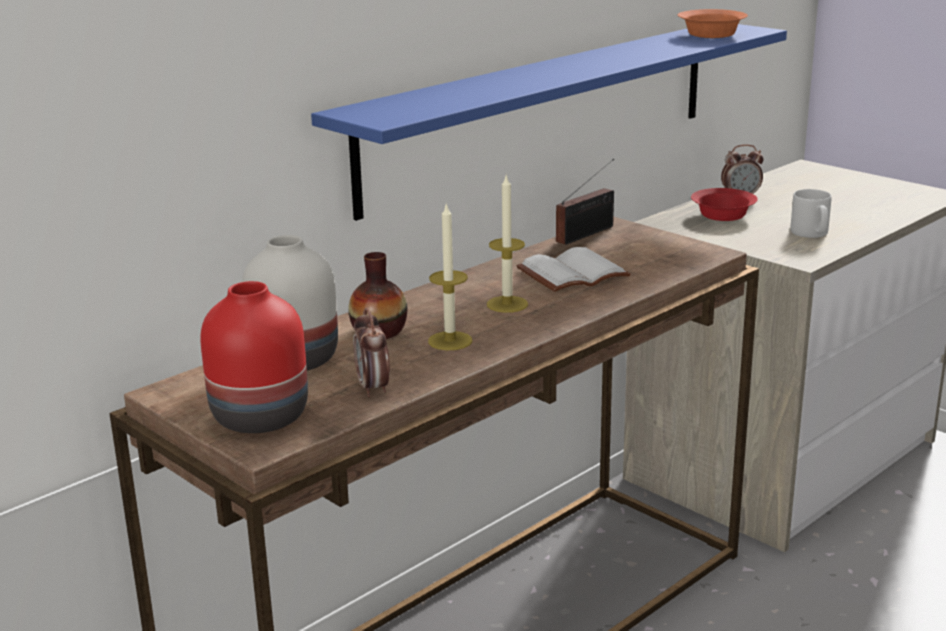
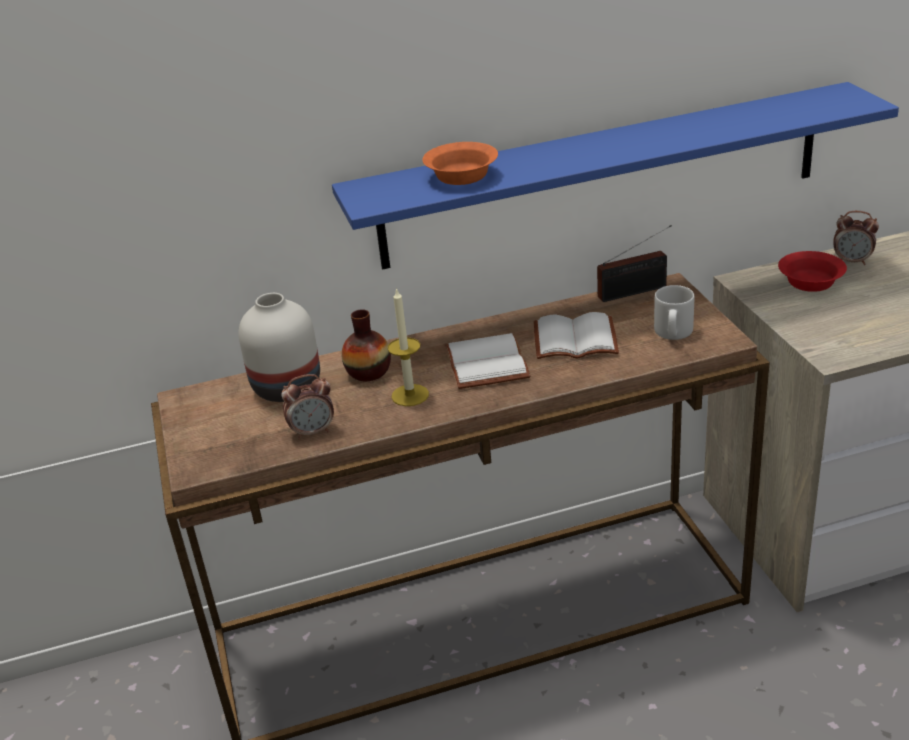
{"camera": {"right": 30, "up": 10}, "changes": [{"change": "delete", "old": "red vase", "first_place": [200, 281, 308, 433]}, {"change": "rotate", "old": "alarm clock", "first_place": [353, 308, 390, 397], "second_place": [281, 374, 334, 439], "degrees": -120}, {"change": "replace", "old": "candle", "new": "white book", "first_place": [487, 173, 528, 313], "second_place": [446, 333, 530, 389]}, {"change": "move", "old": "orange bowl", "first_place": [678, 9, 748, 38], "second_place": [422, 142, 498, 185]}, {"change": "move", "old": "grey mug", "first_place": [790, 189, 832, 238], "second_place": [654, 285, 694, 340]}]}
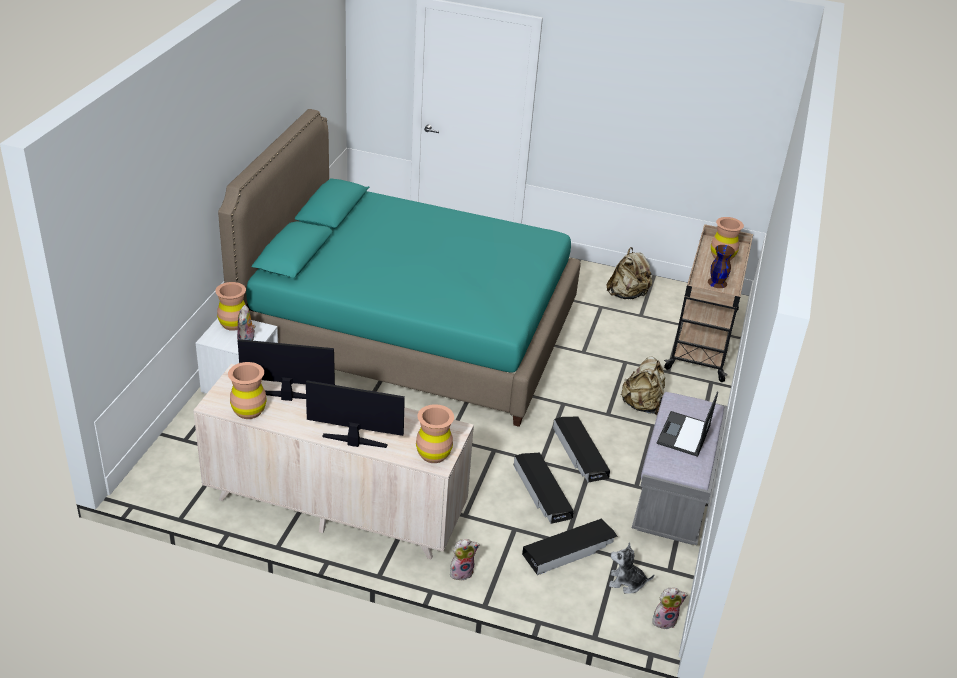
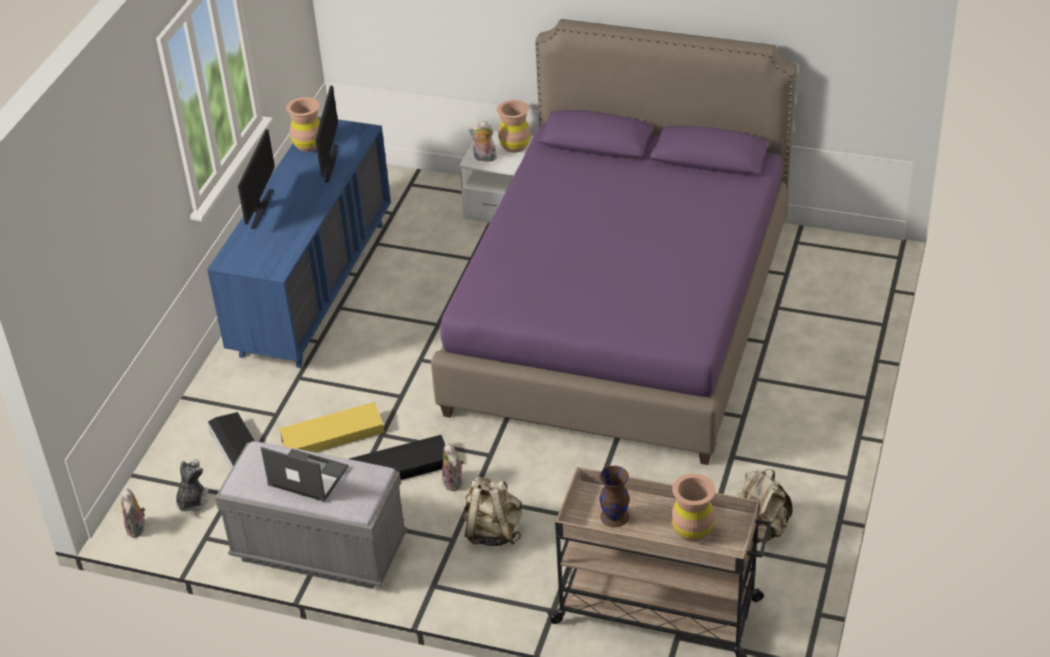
{"camera": {"right": 95, "up": 5}, "changes": [{"change": "recolor", "old": "beige dresser", "new": "blue dresser", "first_place": [193, 364, 474, 559], "second_place": [207, 117, 391, 368]}, {"change": "recolor", "old": "turquoise bed", "new": "purple bed", "first_place": [218, 109, 581, 427], "second_place": [431, 19, 797, 465]}, {"change": "delete", "old": "brown vase", "first_place": [416, 404, 454, 463]}, {"change": "move", "old": "plush toy", "first_place": [450, 539, 480, 580], "second_place": [442, 443, 464, 491]}, {"change": "recolor", "old": "black storage box", "new": "yellow storage box", "first_place": [514, 453, 574, 524], "second_place": [279, 402, 384, 453]}]}
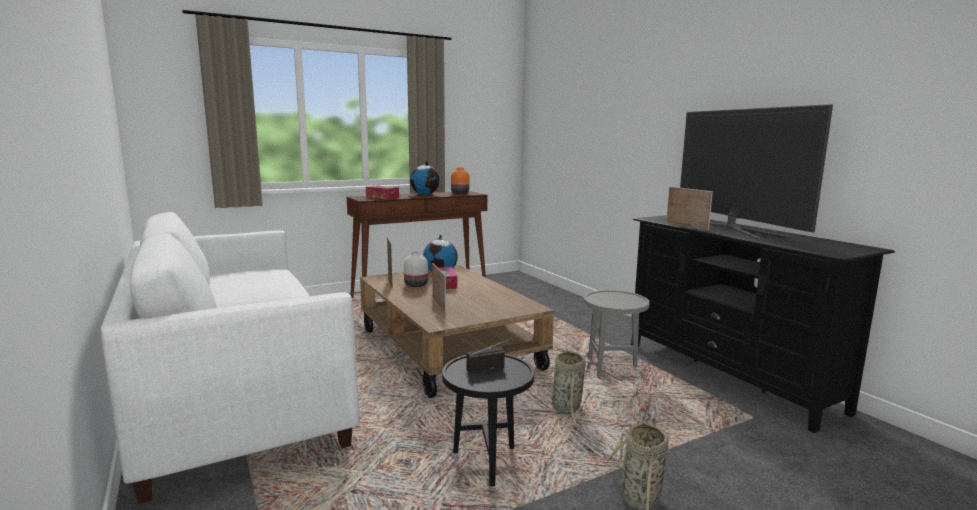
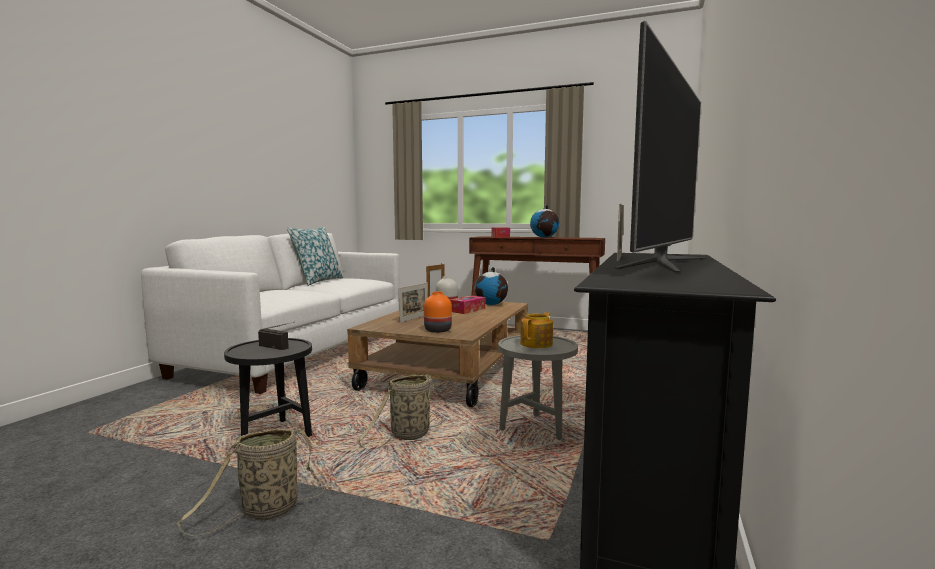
{"camera": {"right": 50, "up": -5}, "changes": [{"change": "move", "old": "orange vase", "first_place": [451, 167, 469, 194], "second_place": [424, 291, 452, 333]}, {"change": "insert", "new": "pillow", "second_place": [287, 226, 343, 286]}, {"change": "insert", "new": "teapot", "second_place": [520, 312, 553, 348]}]}
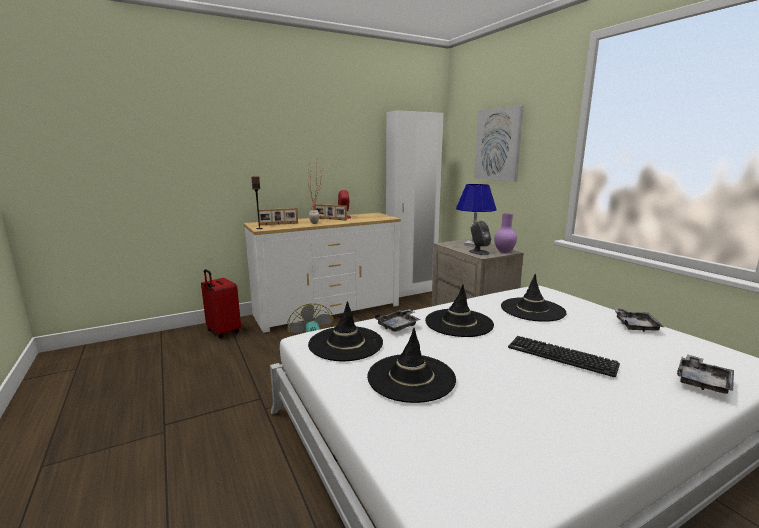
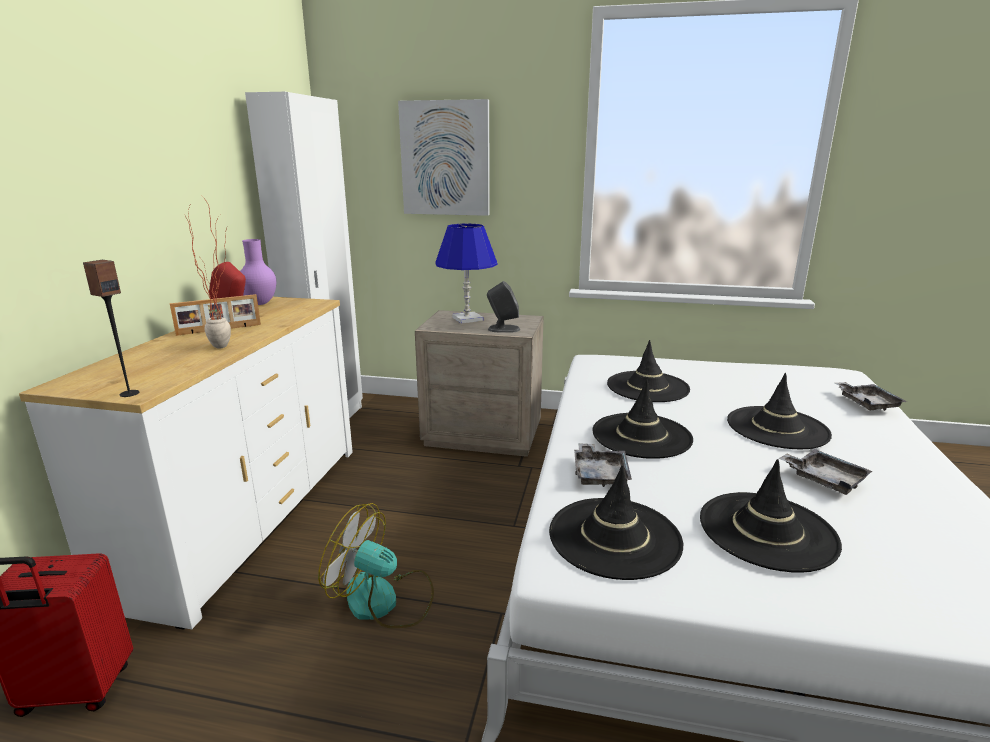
{"camera": {"right": -50, "up": 5}, "changes": [{"change": "delete", "old": "picture frame", "first_place": [257, 208, 298, 225]}, {"change": "move", "old": "purple vase", "first_place": [494, 213, 517, 253], "second_place": [240, 239, 276, 305]}, {"change": "replace", "old": "keyboard", "new": "black hat", "first_place": [508, 336, 620, 377], "second_place": [727, 373, 832, 449]}, {"change": "move", "old": "grey tray", "first_place": [615, 308, 664, 332], "second_place": [778, 449, 872, 495]}]}
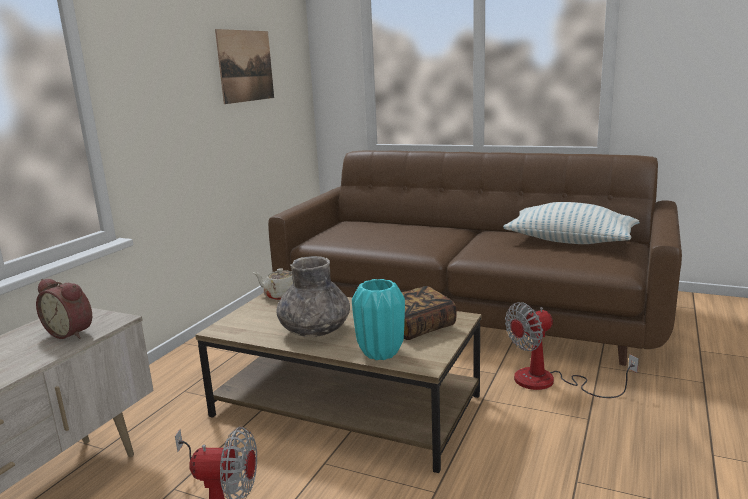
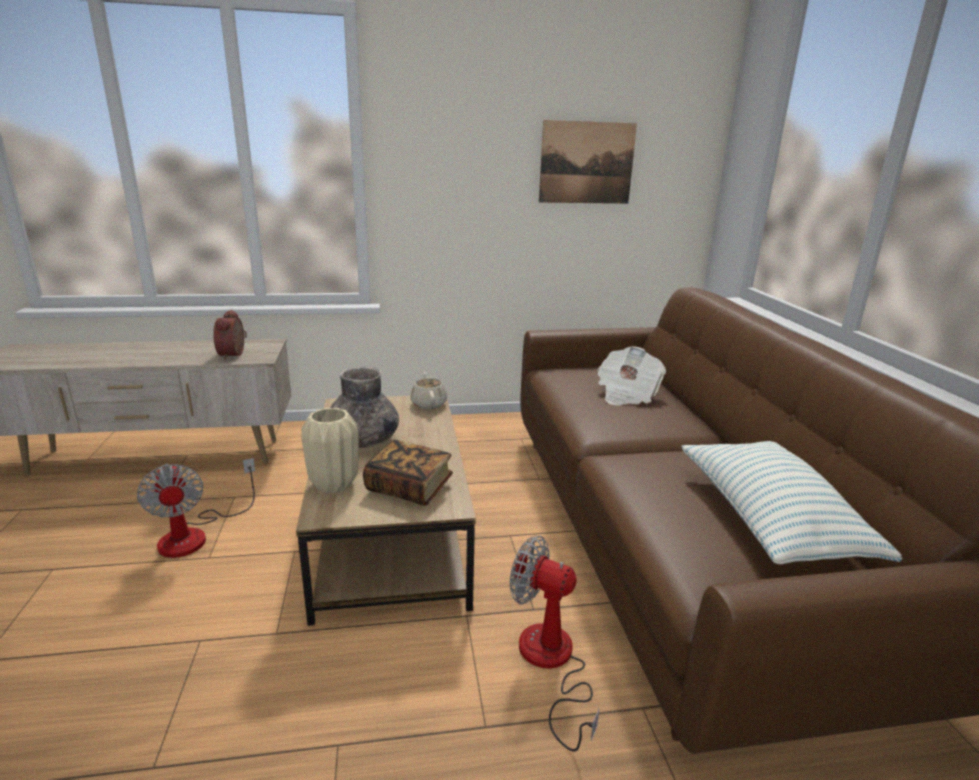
{"camera": {"right": 55, "up": 5}, "changes": [{"change": "recolor", "old": "turquoise vase", "new": "beige vase", "first_place": [352, 279, 405, 360], "second_place": [301, 408, 359, 493]}, {"change": "insert", "new": "newspaper", "second_place": [597, 346, 666, 405]}]}
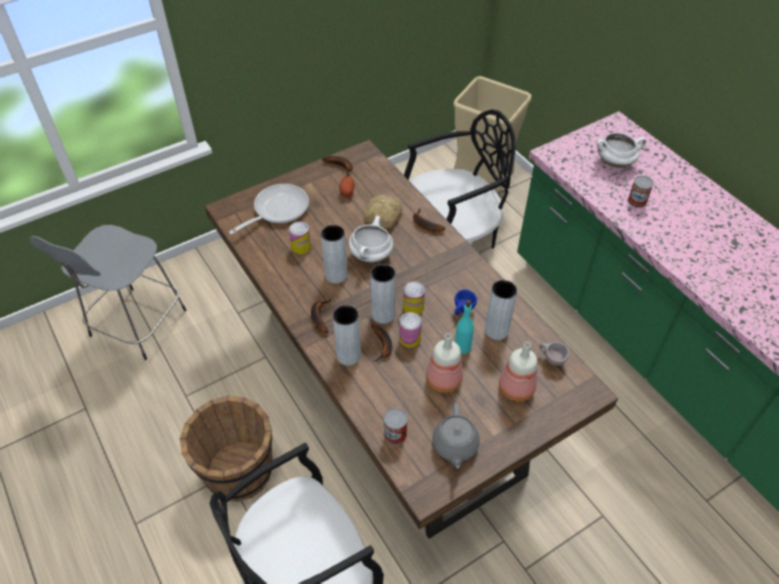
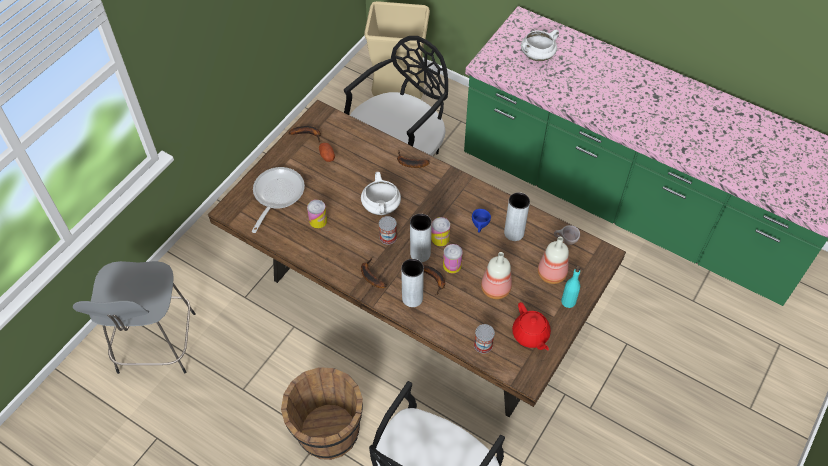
{"camera": {"right": -25, "up": 5}, "changes": [{"change": "delete", "old": "grey vase", "first_place": [321, 225, 348, 284]}, {"change": "delete", "old": "bread", "first_place": [363, 194, 403, 228]}, {"change": "recolor", "old": "grey teapot", "new": "red teapot", "first_place": [432, 403, 480, 468], "second_place": [512, 302, 551, 350]}, {"change": "move", "old": "turquoise bottle", "first_place": [455, 300, 474, 354], "second_place": [561, 266, 580, 308]}, {"change": "move", "old": "can", "first_place": [628, 176, 654, 208], "second_place": [379, 216, 397, 245]}]}
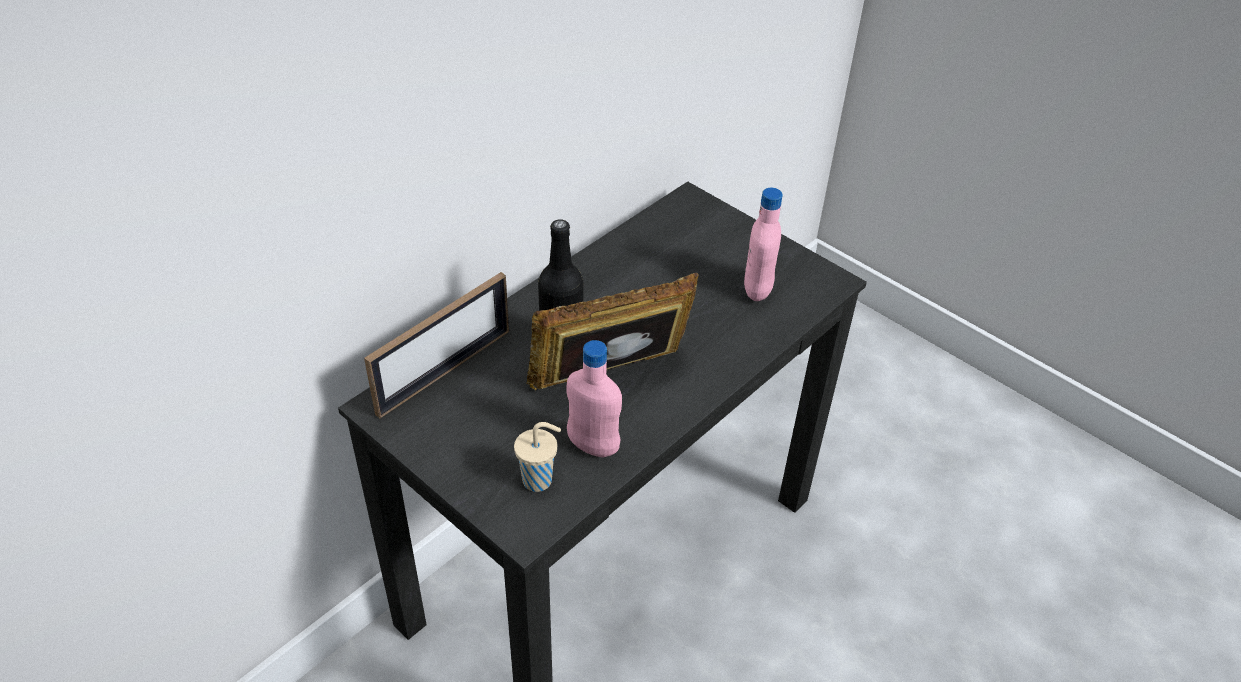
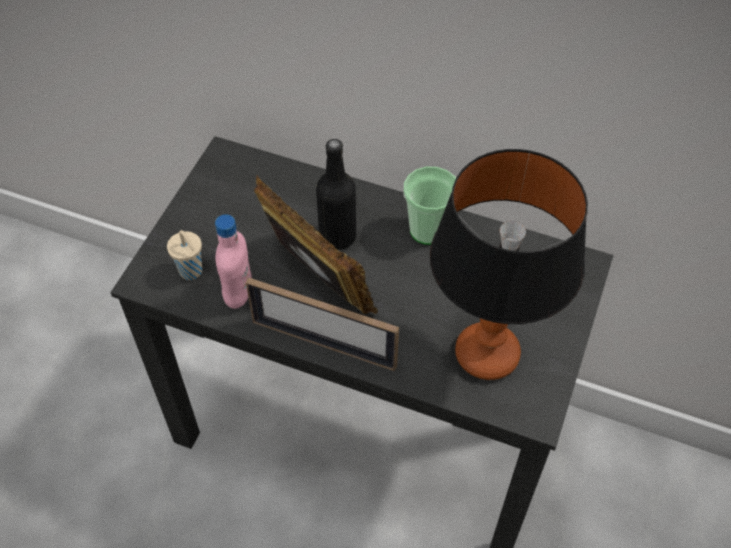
{"camera": {"right": 70, "up": 10}, "changes": [{"change": "move", "old": "picture frame", "first_place": [364, 272, 509, 419], "second_place": [246, 277, 399, 371]}, {"change": "replace", "old": "pink bottle", "new": "table lamp", "first_place": [744, 188, 783, 301], "second_place": [430, 149, 588, 380]}, {"change": "insert", "new": "cup", "second_place": [404, 166, 456, 245]}]}
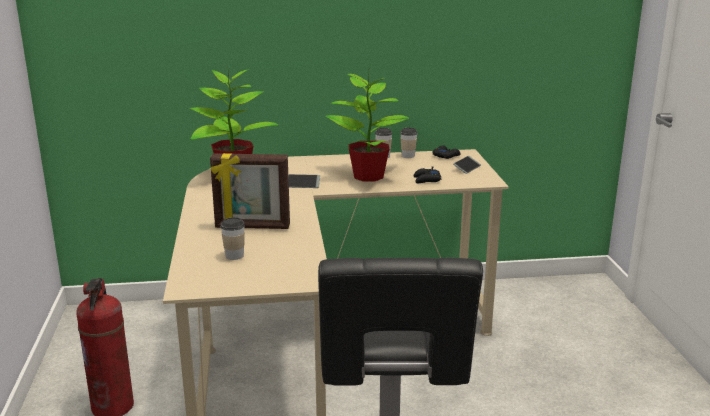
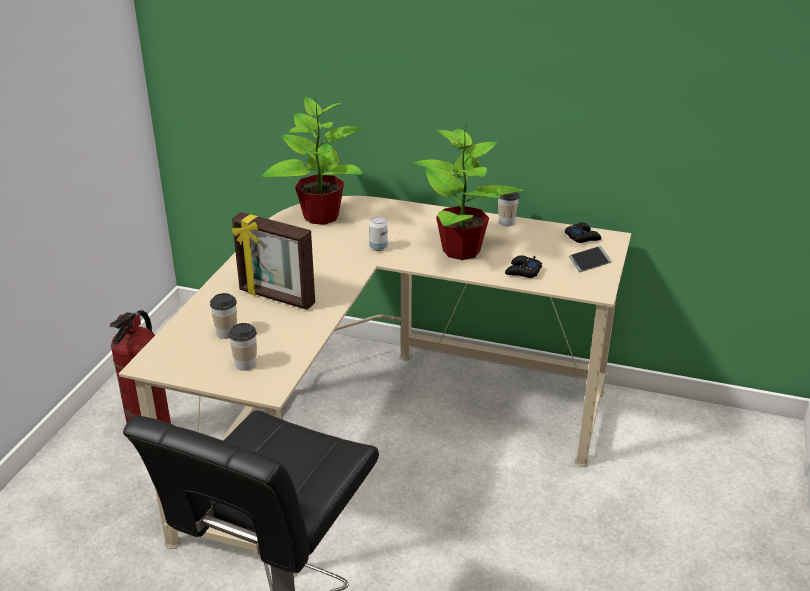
{"camera": {"right": 25, "up": 10}, "changes": [{"change": "replace", "old": "phone", "new": "can", "first_place": [288, 174, 320, 188], "second_place": [369, 216, 388, 251]}, {"change": "move", "old": "cup", "first_place": [400, 128, 418, 158], "second_place": [229, 323, 257, 371]}]}
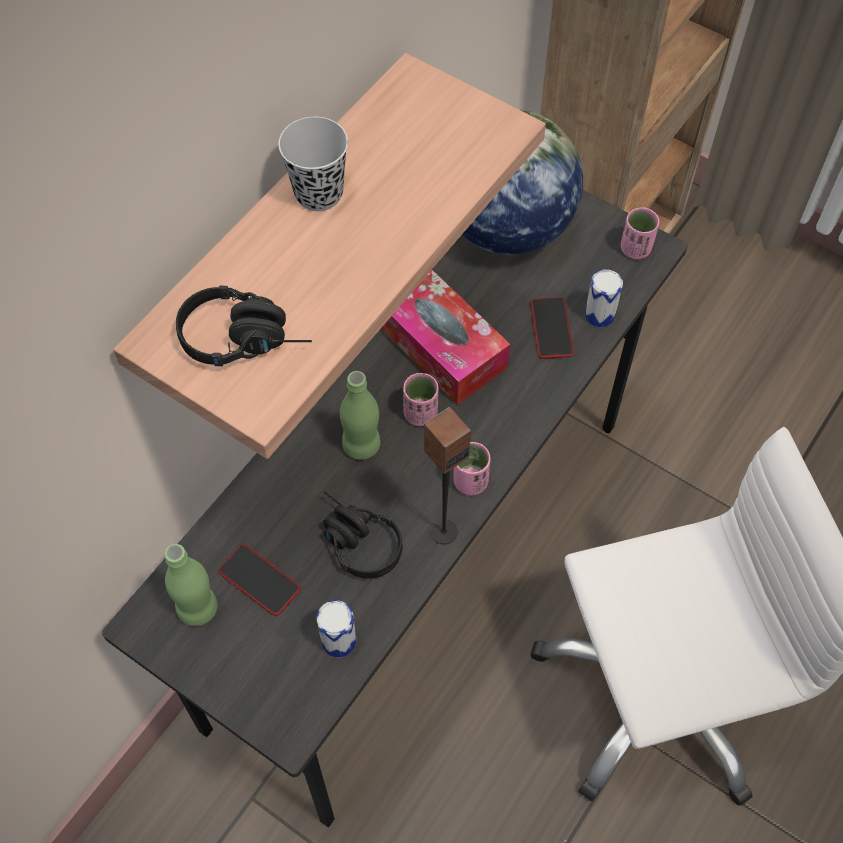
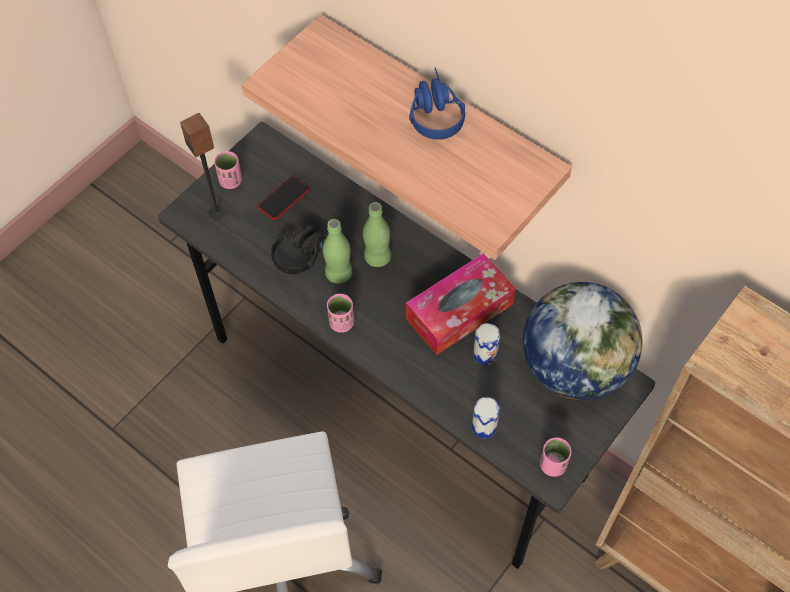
{"camera": {"right": 95, "up": 0}, "changes": [{"change": "move", "old": "green bottle", "first_place": [165, 544, 218, 626], "second_place": [323, 219, 352, 283]}, {"change": "delete", "old": "black headphones", "first_place": [176, 286, 312, 366]}, {"change": "replace", "old": "black cup", "new": "blue headphones", "first_place": [278, 117, 348, 211], "second_place": [409, 68, 465, 140]}, {"change": "move", "old": "can", "first_place": [317, 600, 356, 657], "second_place": [473, 323, 500, 365]}, {"change": "move", "old": "pink cup", "first_place": [403, 373, 439, 426], "second_place": [214, 151, 242, 189]}, {"change": "move", "old": "speaker", "first_place": [424, 407, 471, 544], "second_place": [180, 113, 227, 220]}, {"change": "delete", "old": "phone", "first_place": [531, 297, 574, 359]}]}
